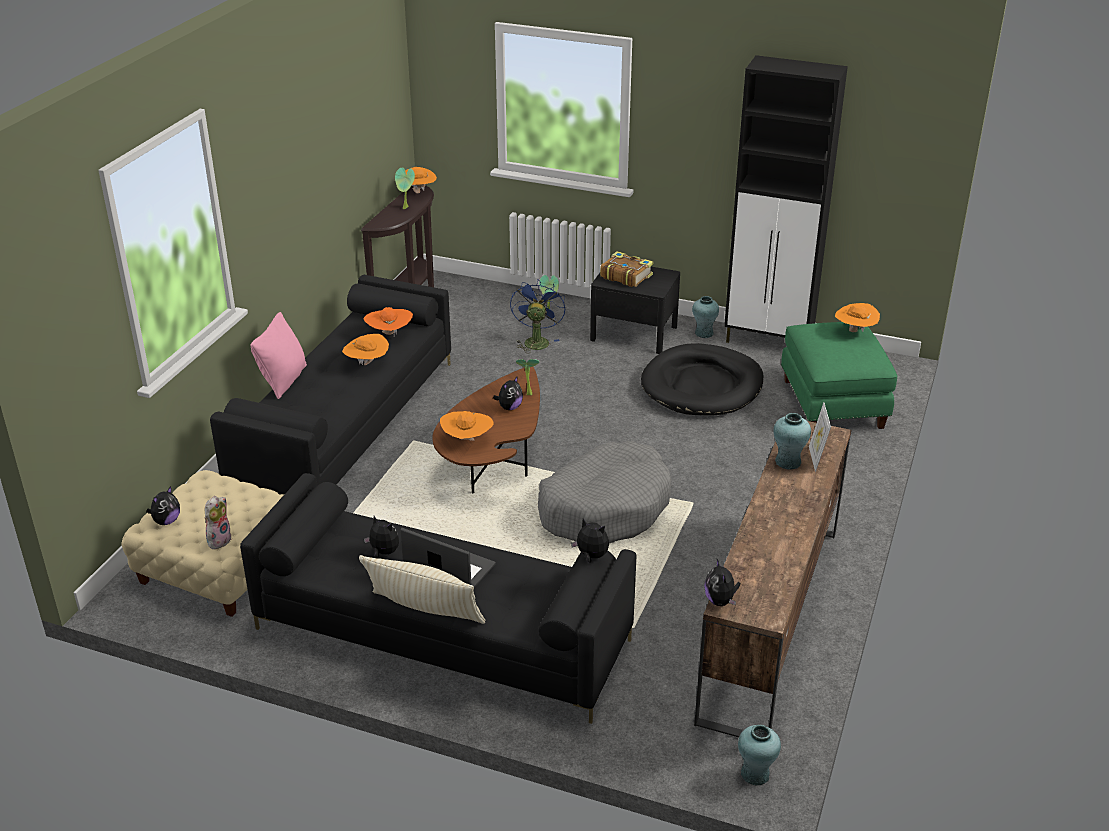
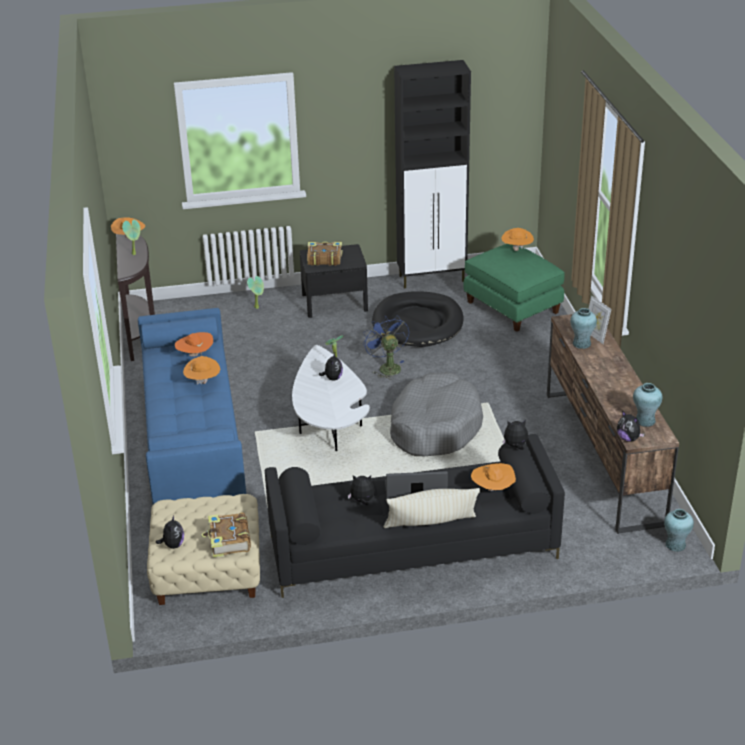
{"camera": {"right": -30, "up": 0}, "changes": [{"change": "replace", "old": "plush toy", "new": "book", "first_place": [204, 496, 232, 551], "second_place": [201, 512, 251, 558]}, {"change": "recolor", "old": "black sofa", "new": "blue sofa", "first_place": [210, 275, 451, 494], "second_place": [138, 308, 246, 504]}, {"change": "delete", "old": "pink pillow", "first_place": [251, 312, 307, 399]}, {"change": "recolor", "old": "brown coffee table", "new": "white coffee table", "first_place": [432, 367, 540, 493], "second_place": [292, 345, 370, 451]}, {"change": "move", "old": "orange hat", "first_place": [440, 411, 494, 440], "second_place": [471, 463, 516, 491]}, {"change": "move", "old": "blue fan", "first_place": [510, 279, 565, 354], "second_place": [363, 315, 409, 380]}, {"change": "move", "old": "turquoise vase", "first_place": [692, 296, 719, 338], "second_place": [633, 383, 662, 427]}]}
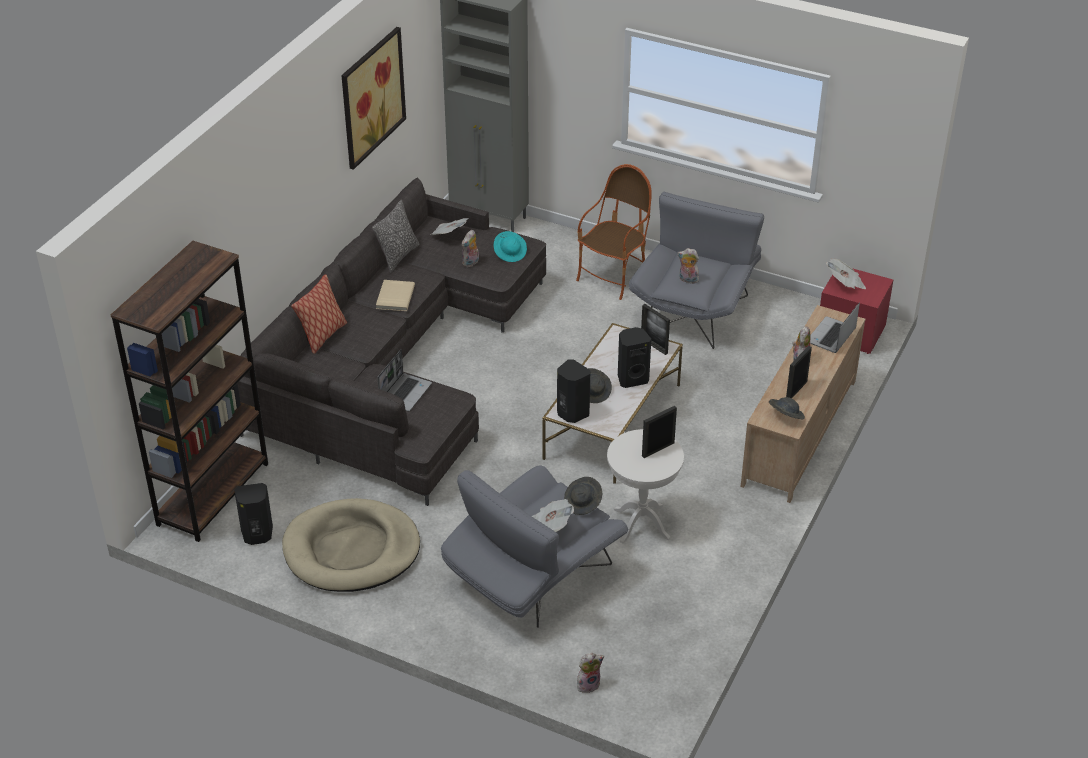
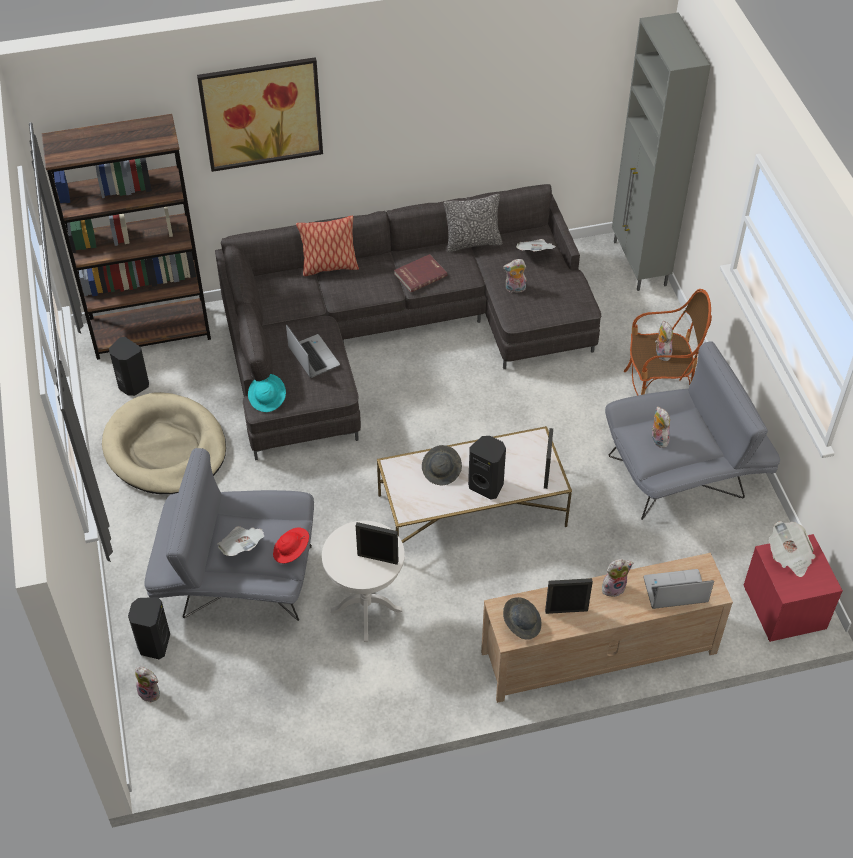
{"camera": {"right": 50, "up": 10}, "changes": [{"change": "move", "old": "picture", "first_place": [341, 27, 406, 170], "second_place": [197, 57, 323, 172]}, {"change": "recolor", "old": "beige book", "new": "red book", "first_place": [376, 280, 415, 311], "second_place": [394, 254, 448, 292]}, {"change": "rotate", "old": "laptop", "first_place": [377, 349, 432, 411], "second_place": [286, 324, 340, 378], "degrees": -105}, {"change": "move", "old": "turquoise hat", "first_place": [494, 231, 527, 262], "second_place": [248, 374, 286, 412]}, {"change": "move", "old": "black speaker", "first_place": [557, 359, 591, 423], "second_place": [128, 597, 170, 659]}, {"change": "recolor", "old": "grey hat", "new": "red hat", "first_place": [564, 477, 602, 515], "second_place": [273, 527, 309, 563]}, {"change": "insert", "new": "plush toy", "second_place": [655, 321, 673, 361]}]}
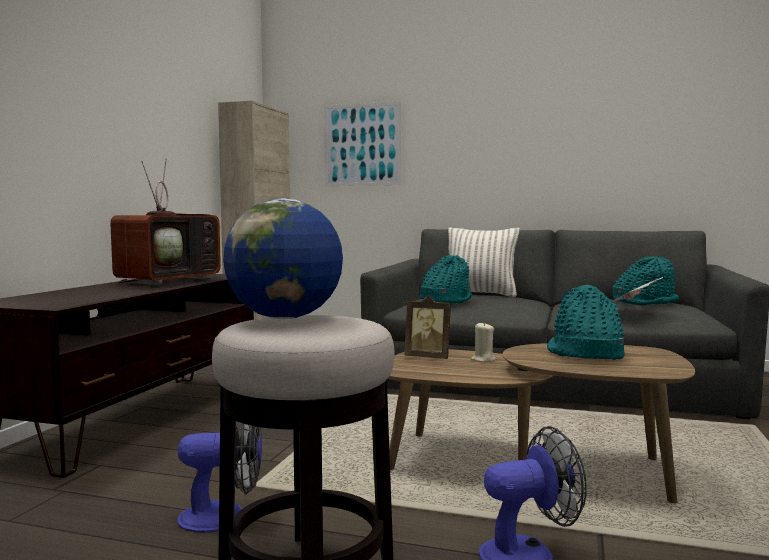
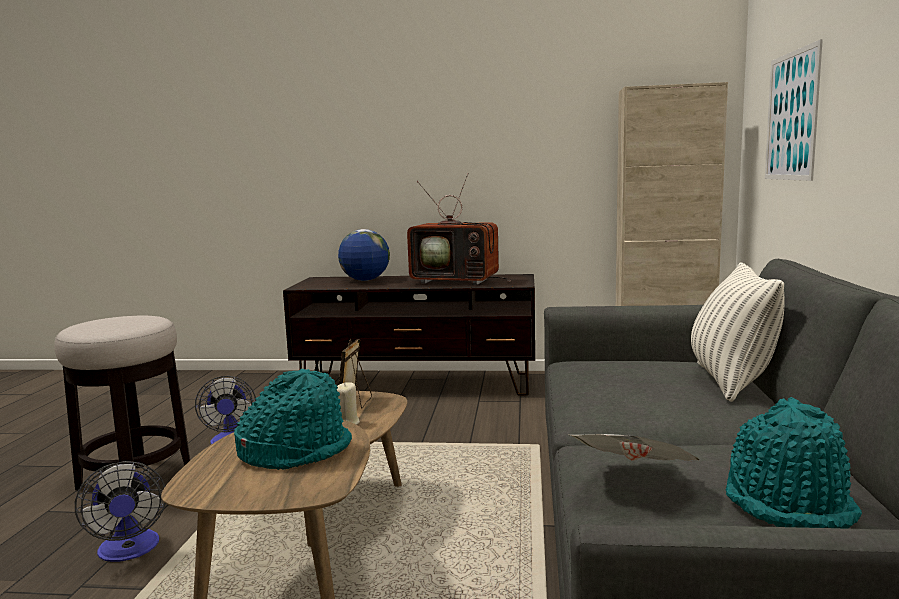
{"camera": {"right": 80, "up": 5}, "changes": [{"change": "move", "old": "globe", "first_place": [223, 198, 343, 319], "second_place": [338, 229, 390, 281]}, {"change": "delete", "old": "turquoise hat", "first_place": [420, 255, 472, 303]}]}
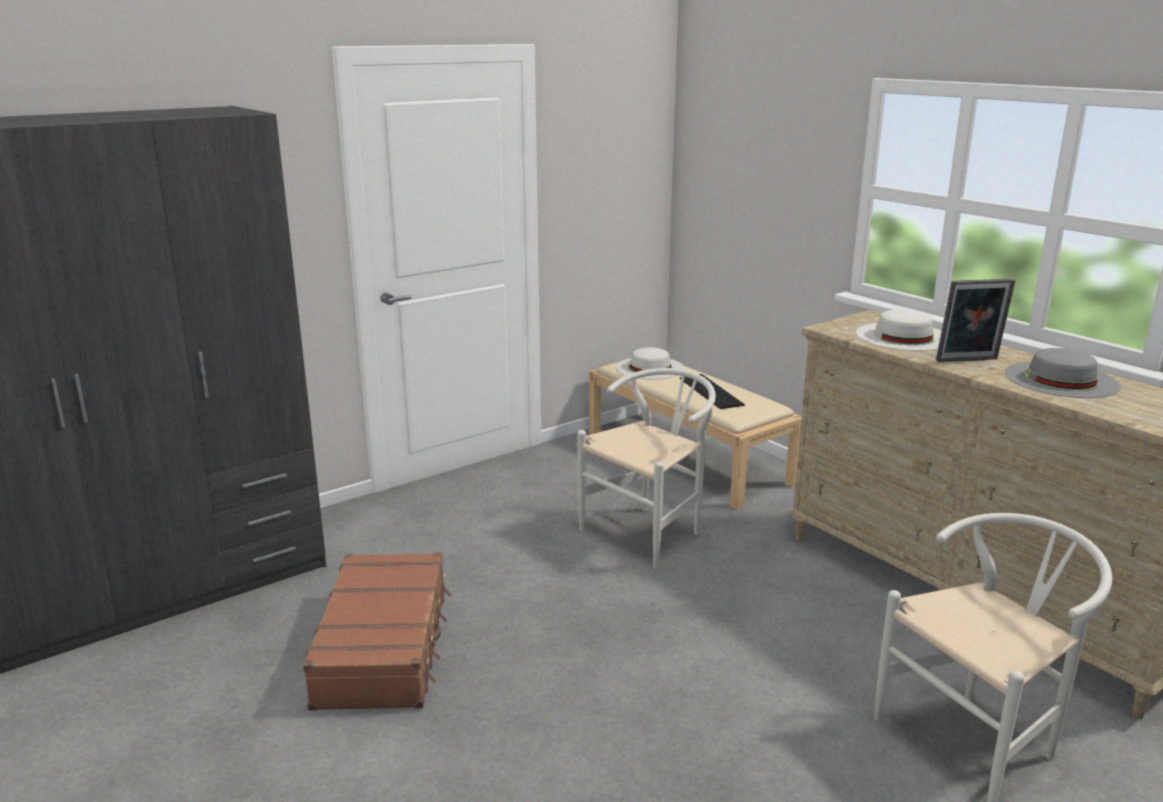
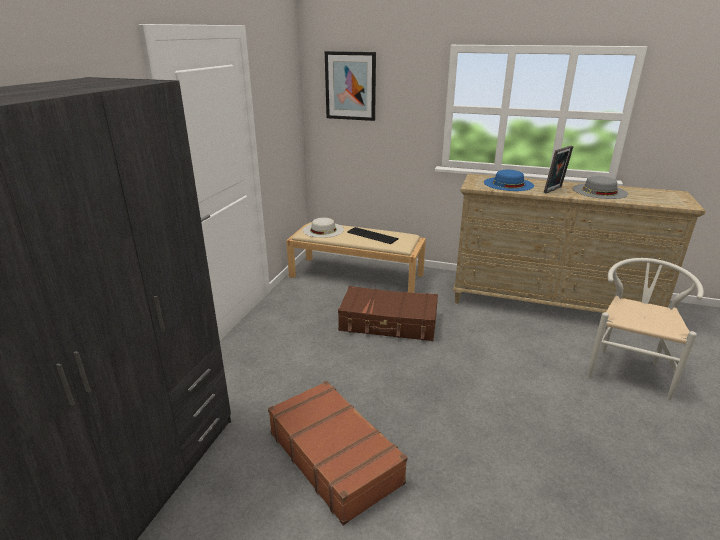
{"camera": {"right": -35, "up": 5}, "changes": [{"change": "replace", "old": "white chair", "new": "brown suitcase", "first_place": [577, 368, 716, 569], "second_place": [338, 286, 438, 341]}, {"change": "recolor", "old": "white hat", "new": "blue hat", "first_place": [856, 309, 941, 351], "second_place": [484, 170, 534, 191]}, {"change": "insert", "new": "picture", "second_place": [325, 51, 376, 121]}]}
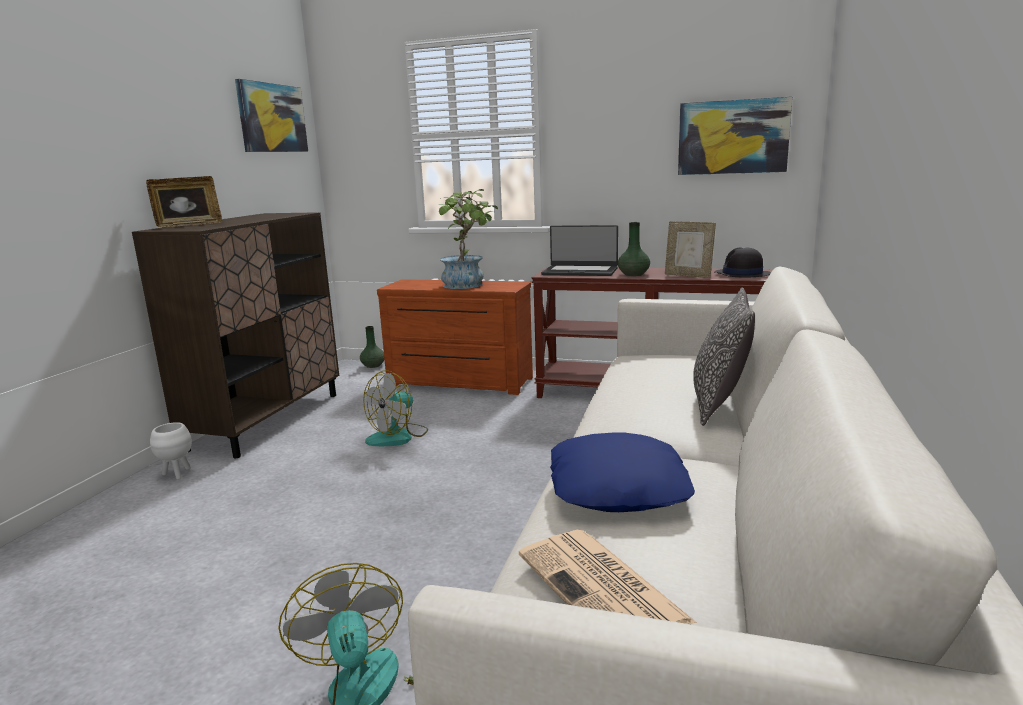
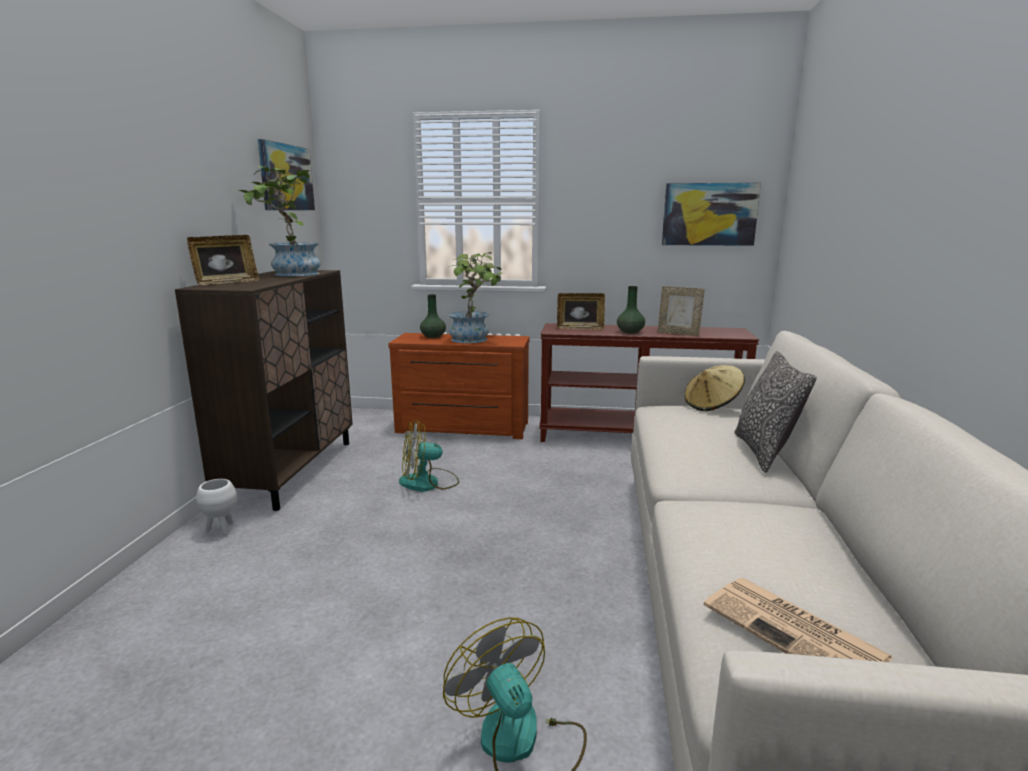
{"camera": {"right": -10, "up": 0}, "changes": [{"change": "move", "old": "green vase", "first_place": [360, 326, 384, 368], "second_place": [420, 294, 446, 338]}, {"change": "rotate", "old": "fan", "first_place": [363, 370, 428, 446], "second_place": [399, 420, 459, 492], "degrees": 45}, {"change": "replace", "old": "laptop", "new": "picture frame", "first_place": [541, 225, 618, 276], "second_place": [557, 293, 605, 330]}, {"change": "delete", "old": "blue pillow", "first_place": [550, 432, 695, 512]}, {"change": "delete", "old": "black hat", "first_place": [715, 247, 771, 277]}, {"change": "insert", "new": "potted plant", "second_place": [235, 165, 321, 276]}, {"change": "insert", "new": "beige hat", "second_place": [684, 365, 745, 411]}]}
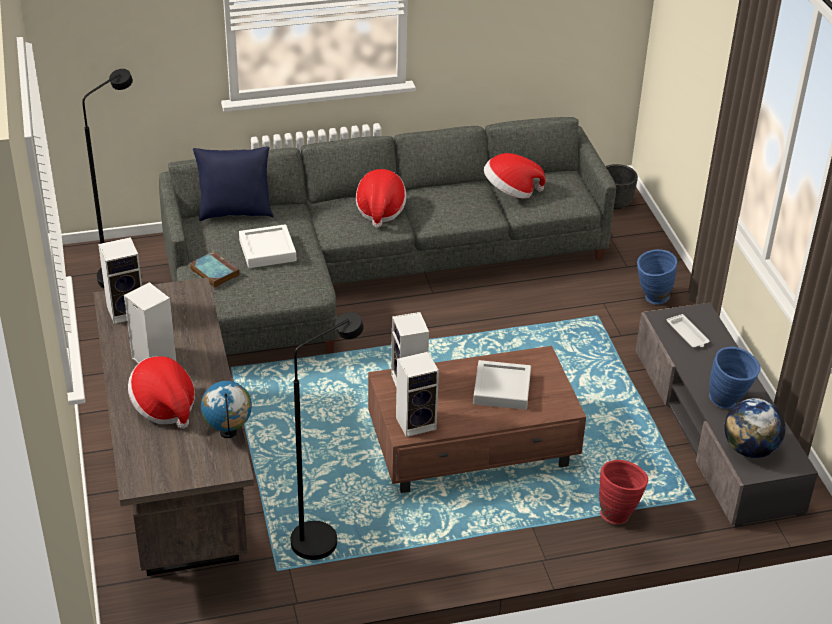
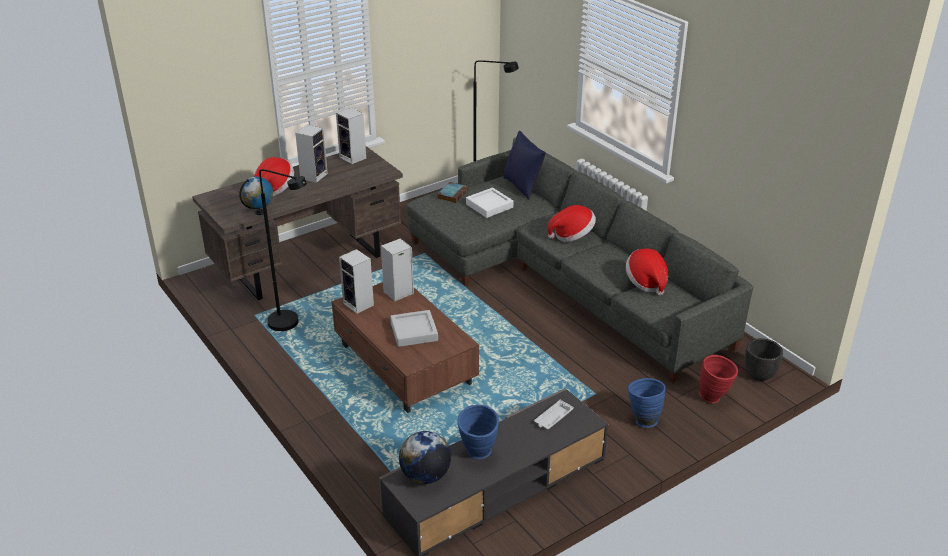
{"camera": {"right": 70, "up": -5}, "changes": [{"change": "move", "old": "red vase", "first_place": [599, 460, 648, 524], "second_place": [699, 355, 738, 403]}]}
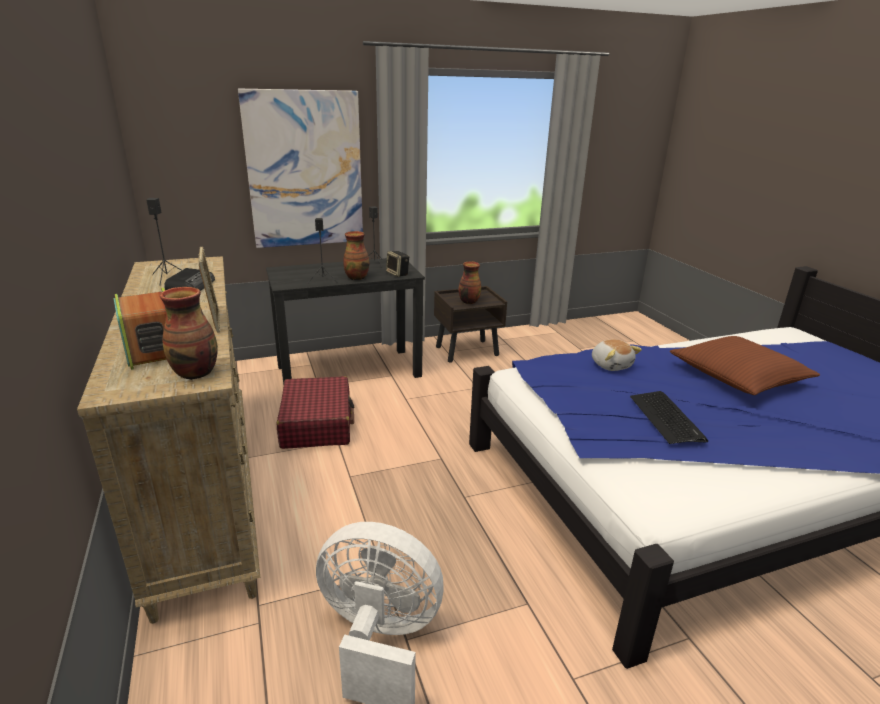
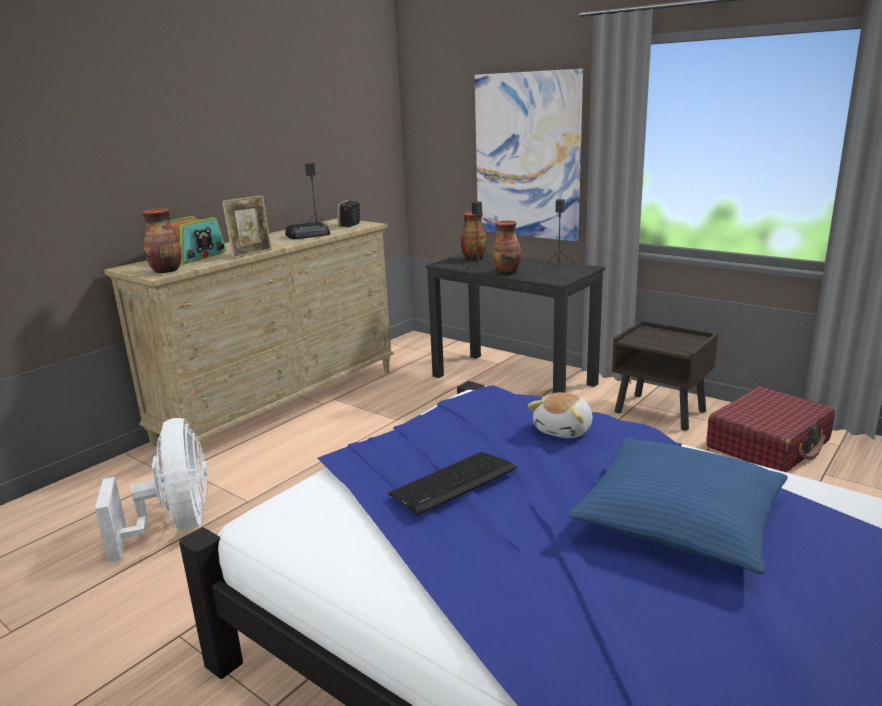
{"camera": {"right": 60, "up": -5}, "changes": [{"change": "move", "old": "red suitcase", "first_place": [277, 376, 354, 449], "second_place": [706, 386, 835, 472]}, {"change": "move", "old": "speaker", "first_place": [386, 251, 409, 277], "second_place": [338, 200, 360, 227]}, {"change": "move", "old": "vase", "first_place": [459, 261, 481, 304], "second_place": [461, 211, 487, 260]}, {"change": "recolor", "old": "brown pillow", "new": "blue pillow", "first_place": [670, 336, 820, 395], "second_place": [568, 438, 788, 574]}]}
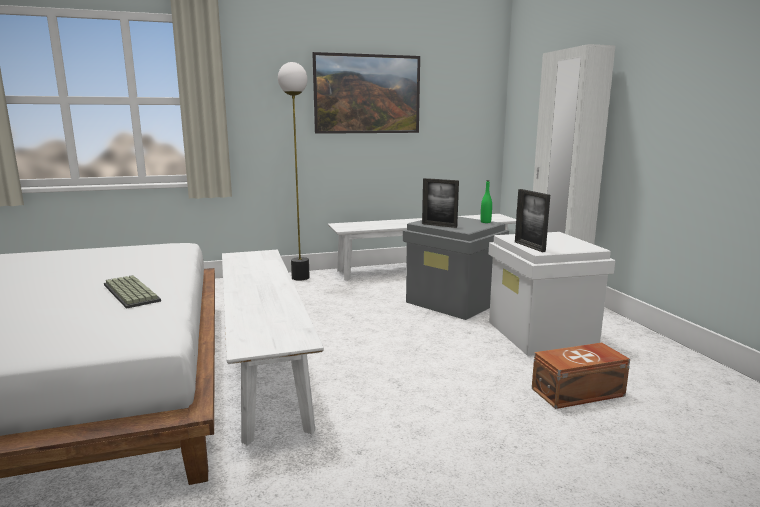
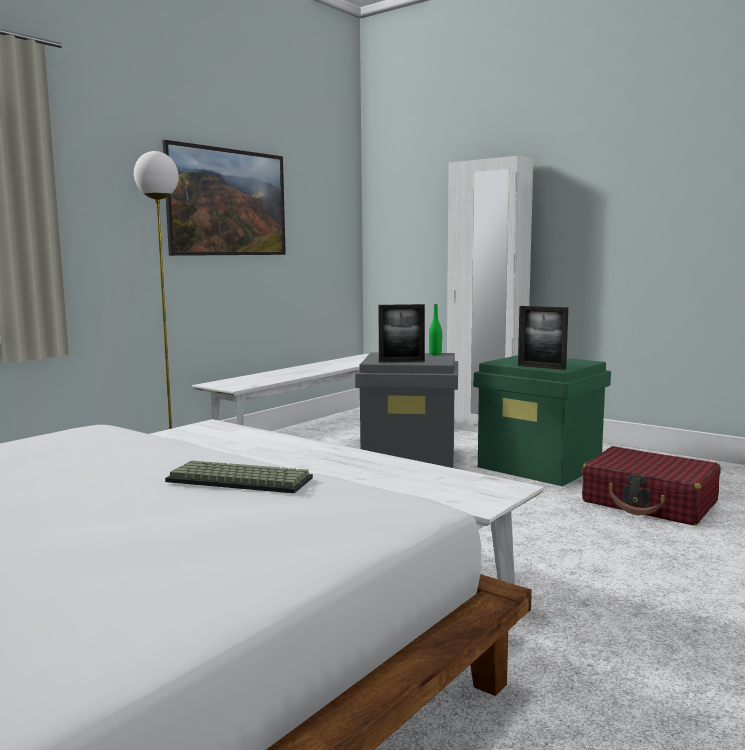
{"camera": {"right": -35, "up": -5}, "changes": [{"change": "recolor", "old": "white storage box", "new": "green storage box", "first_place": [489, 232, 615, 356], "second_place": [474, 355, 611, 486]}, {"change": "replace", "old": "brown storage box", "new": "red suitcase", "first_place": [532, 342, 630, 409], "second_place": [582, 446, 721, 526]}]}
